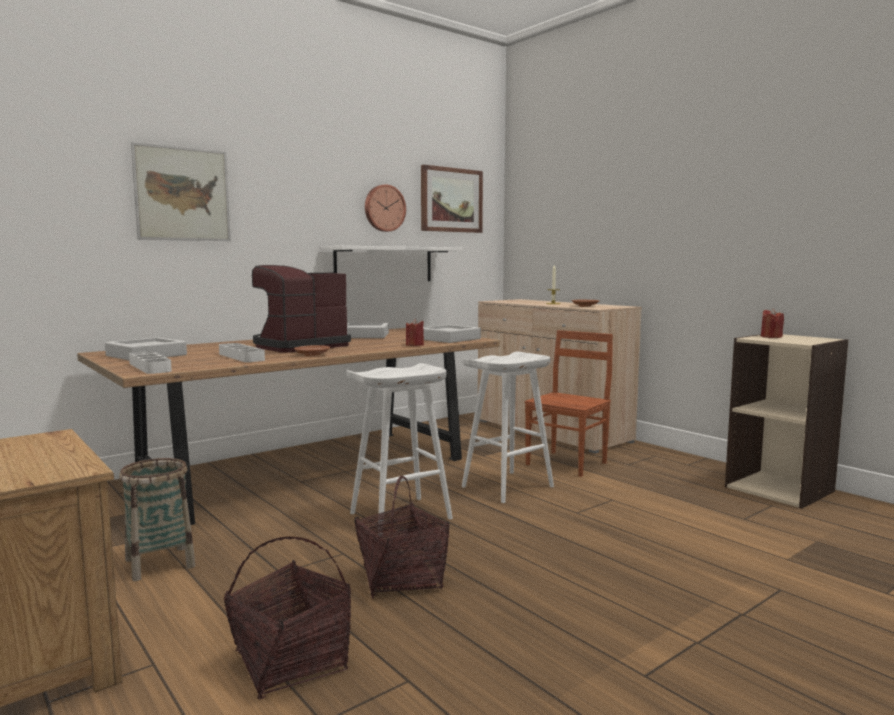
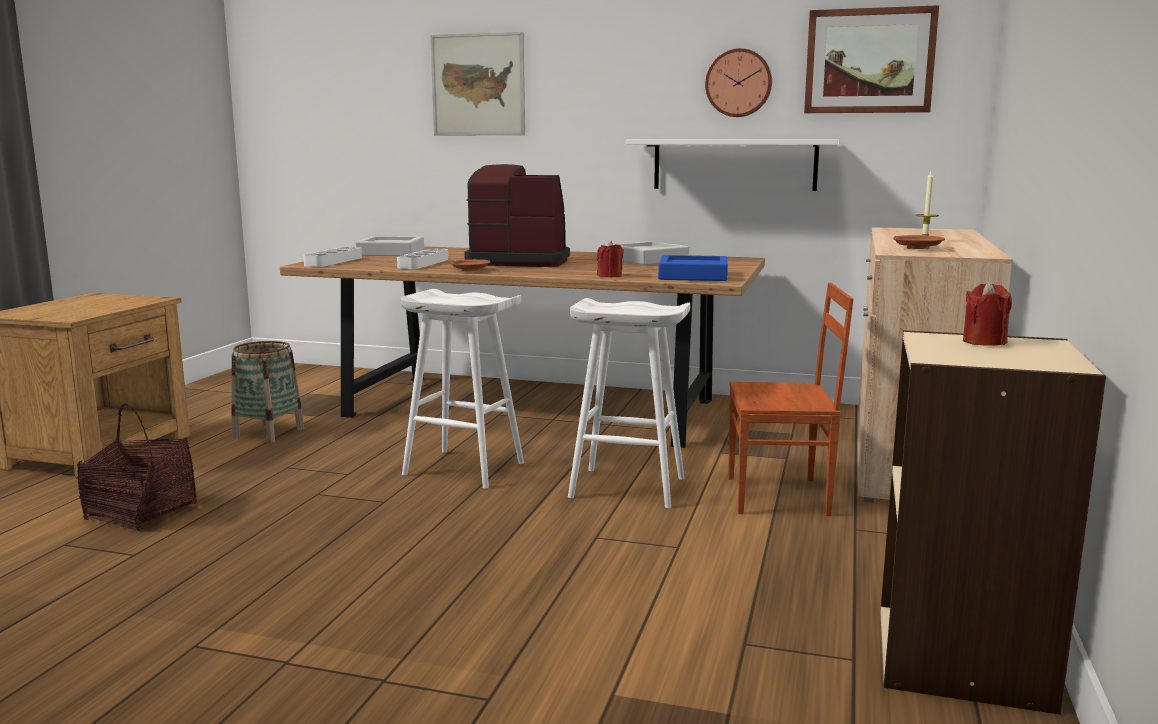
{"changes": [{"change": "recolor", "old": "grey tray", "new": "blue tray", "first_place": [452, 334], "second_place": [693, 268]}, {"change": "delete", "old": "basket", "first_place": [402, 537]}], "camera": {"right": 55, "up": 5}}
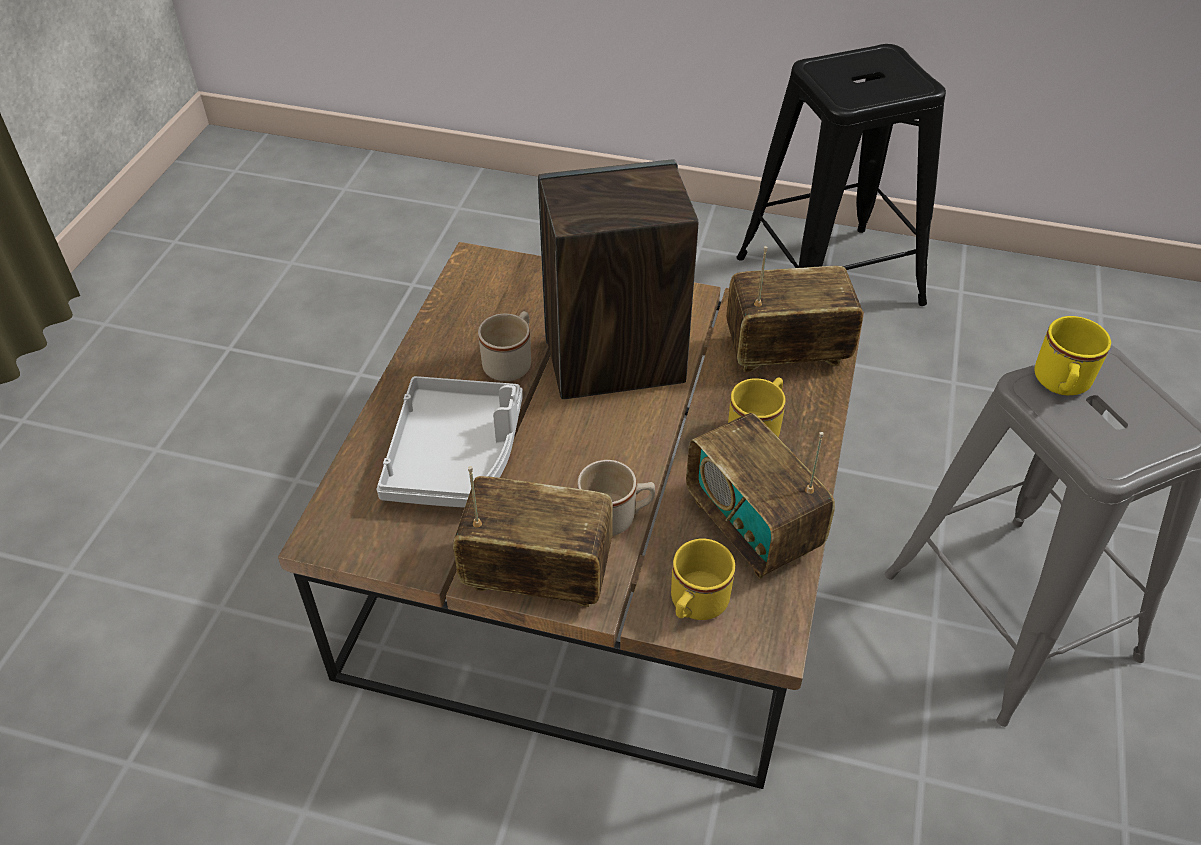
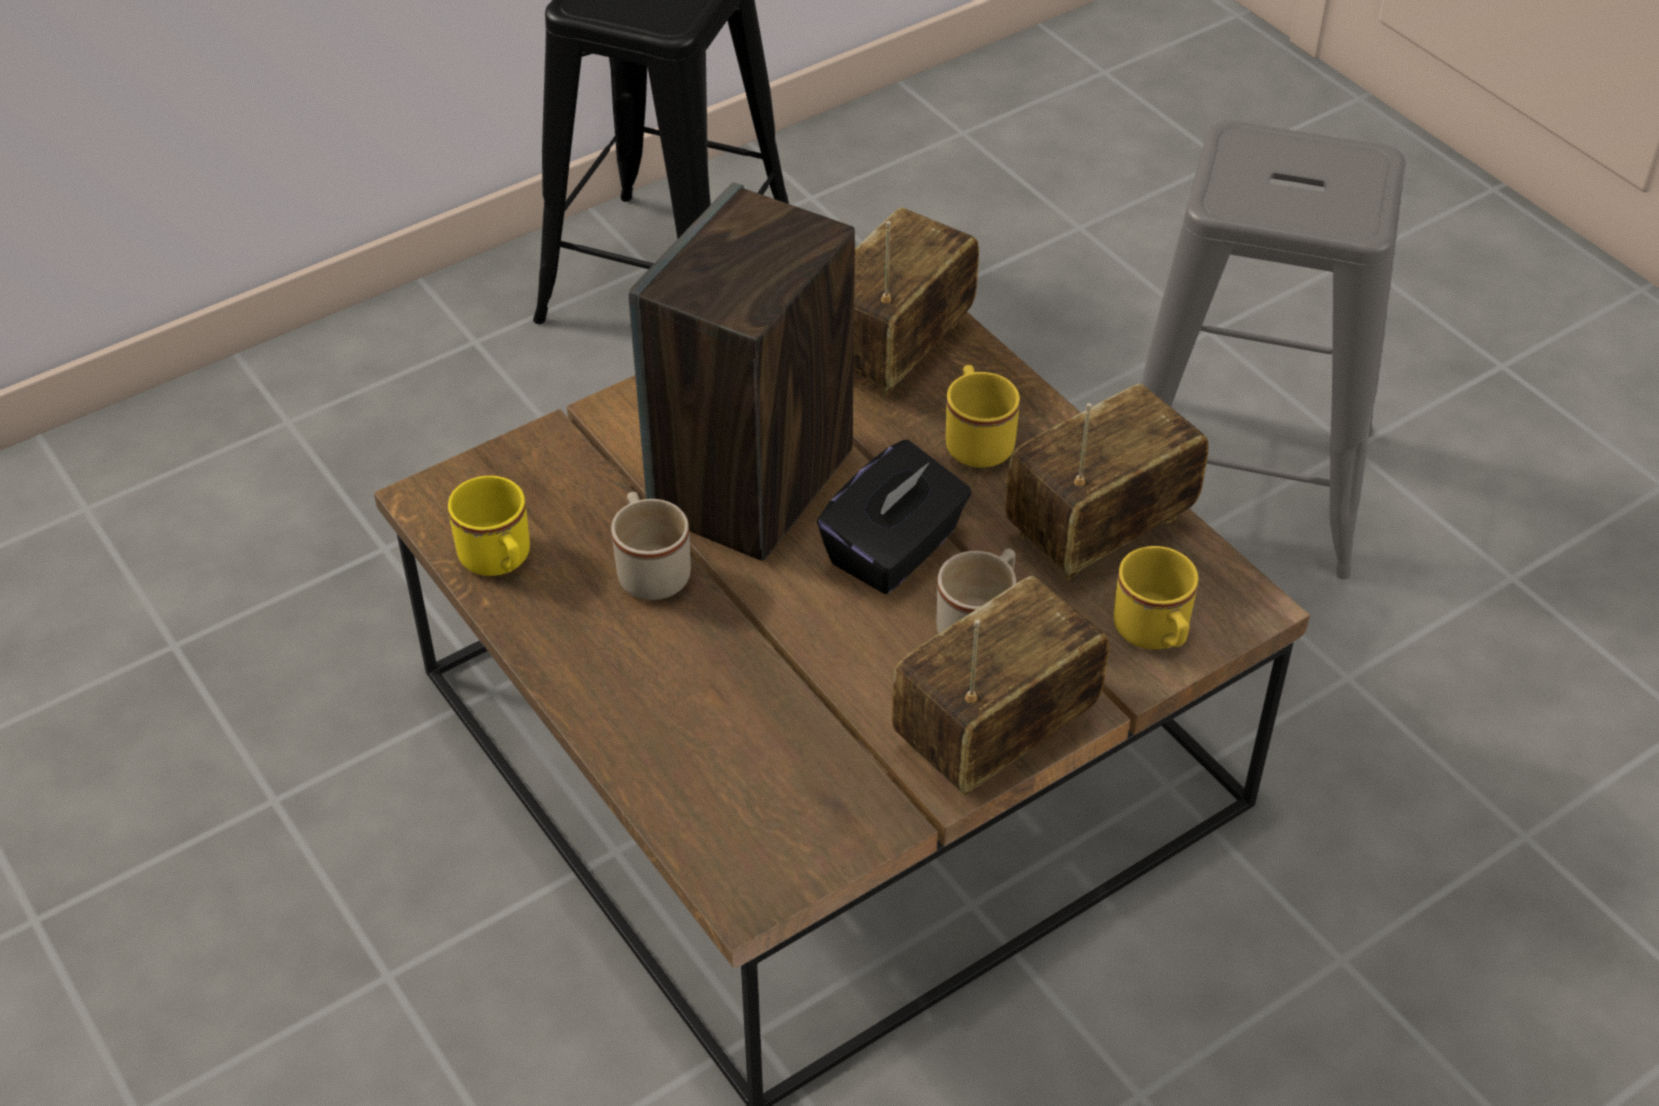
{"changes": [{"change": "move", "old": "yellow mug", "first_place": [1072, 355], "second_place": [489, 526]}, {"change": "insert", "new": "black tissue box", "second_place": [894, 517]}, {"change": "rotate", "old": "radio", "first_place": [760, 496], "second_place": [1106, 482], "degrees": 135}, {"change": "delete", "old": "grey tray", "first_place": [449, 442]}], "camera": {"right": -50, "up": 0}}
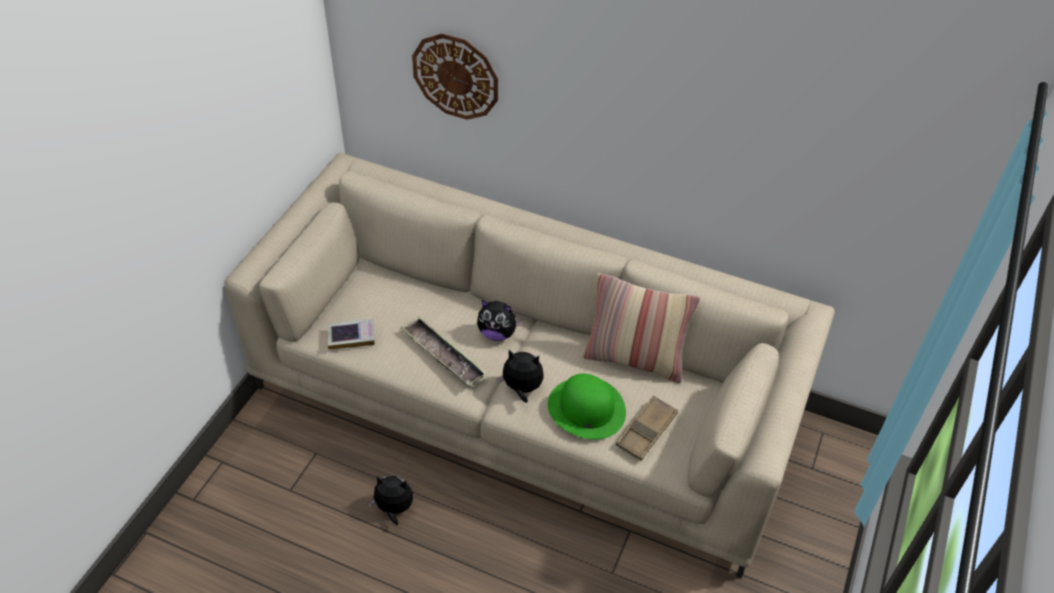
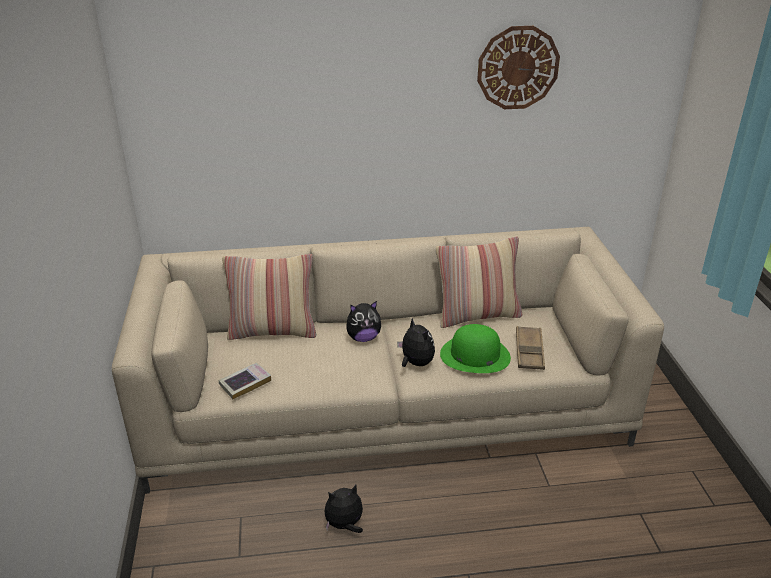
{"changes": [{"change": "insert", "new": "pillow", "second_place": [269, 297]}, {"change": "rotate", "old": "plush toy", "first_place": [519, 376], "second_place": [416, 342], "degrees": 75}, {"change": "move", "old": "wall clock", "first_place": [455, 76], "second_place": [518, 67]}, {"change": "delete", "old": "tray", "first_place": [444, 350]}], "camera": {"right": -30, "up": -15}}
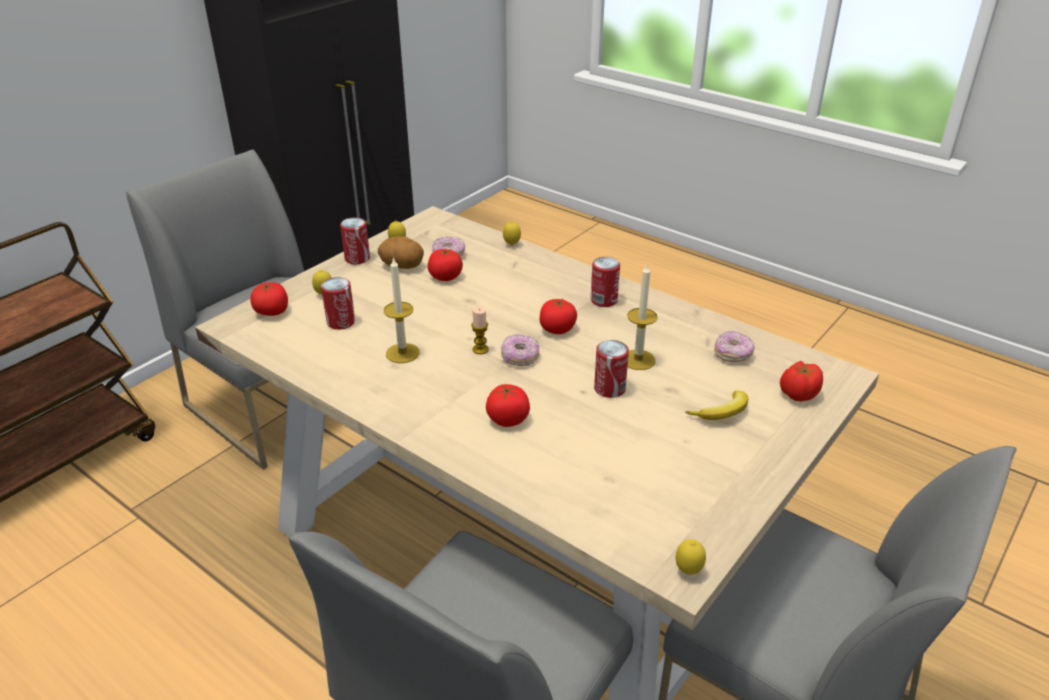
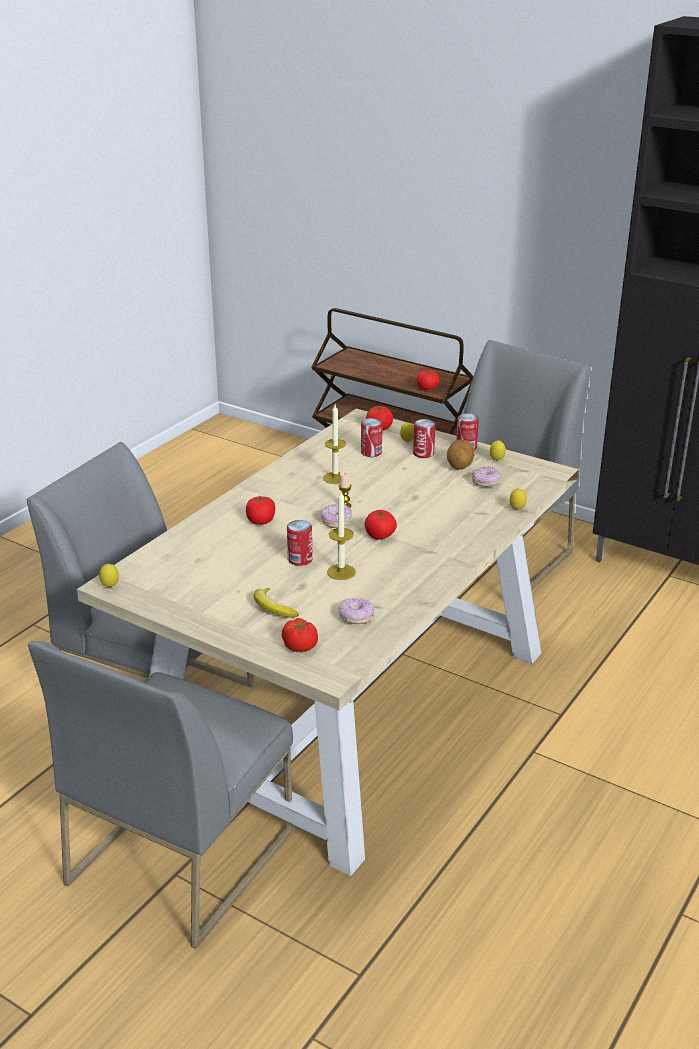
{"changes": [{"change": "move", "old": "can", "first_place": [605, 282], "second_place": [424, 438]}, {"change": "move", "old": "tomato", "first_place": [445, 265], "second_place": [427, 379]}], "camera": {"right": 85, "up": -5}}
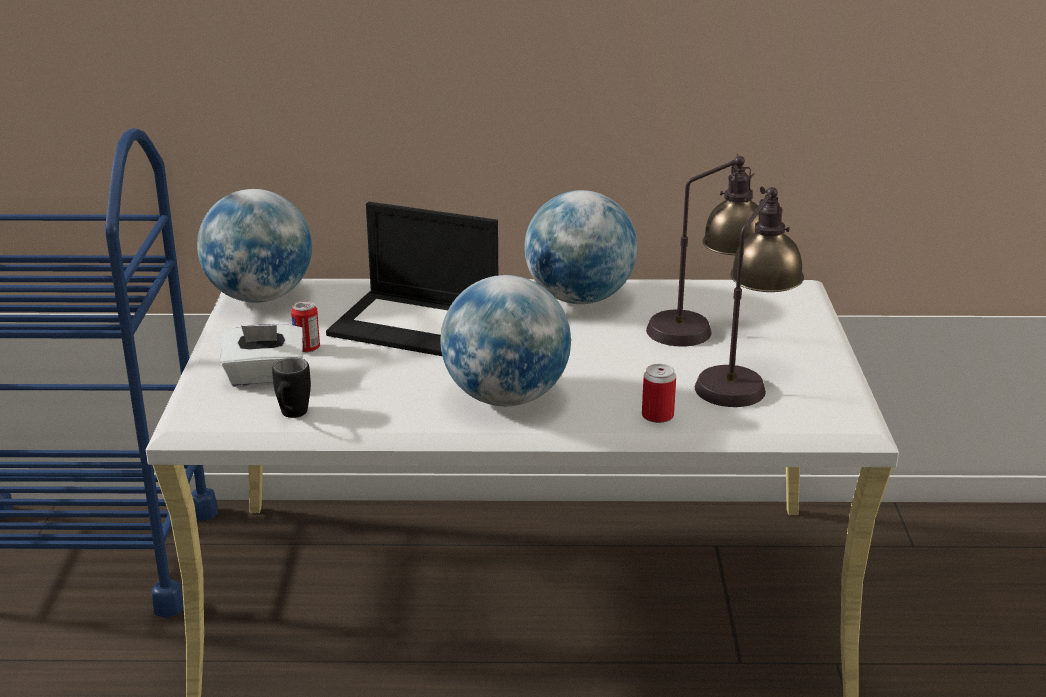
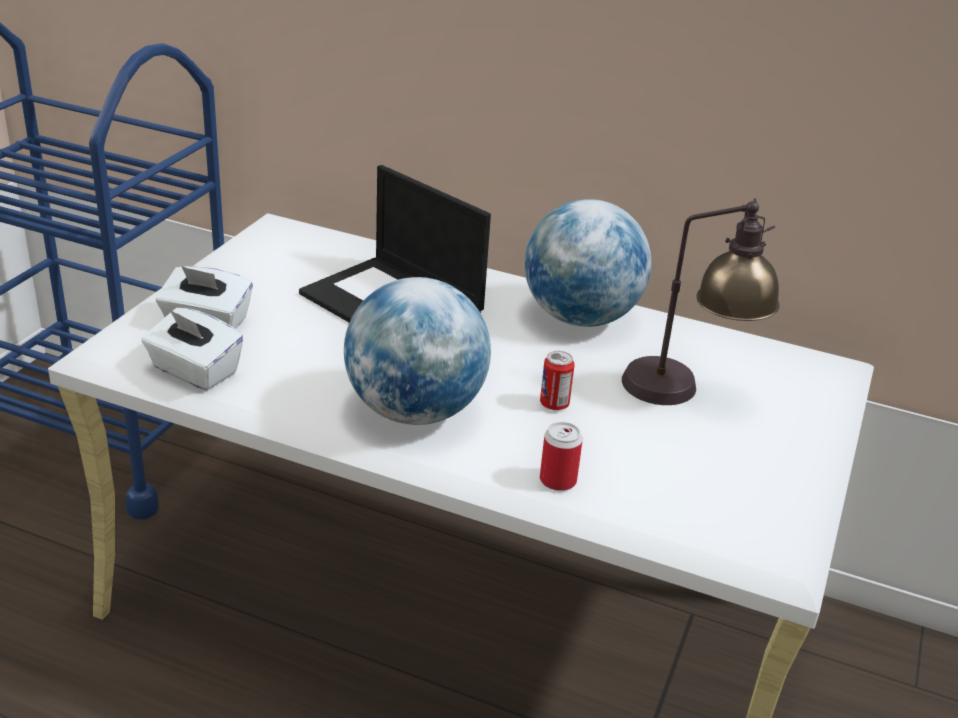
{"changes": [{"change": "replace", "old": "black mug", "new": "white tissue box", "first_place": [291, 387], "second_place": [192, 349]}, {"change": "move", "old": "can", "first_place": [305, 327], "second_place": [557, 380]}, {"change": "delete", "old": "globe", "first_place": [254, 246]}, {"change": "delete", "old": "table lamp", "first_place": [749, 296]}], "camera": {"right": 20, "up": 5}}
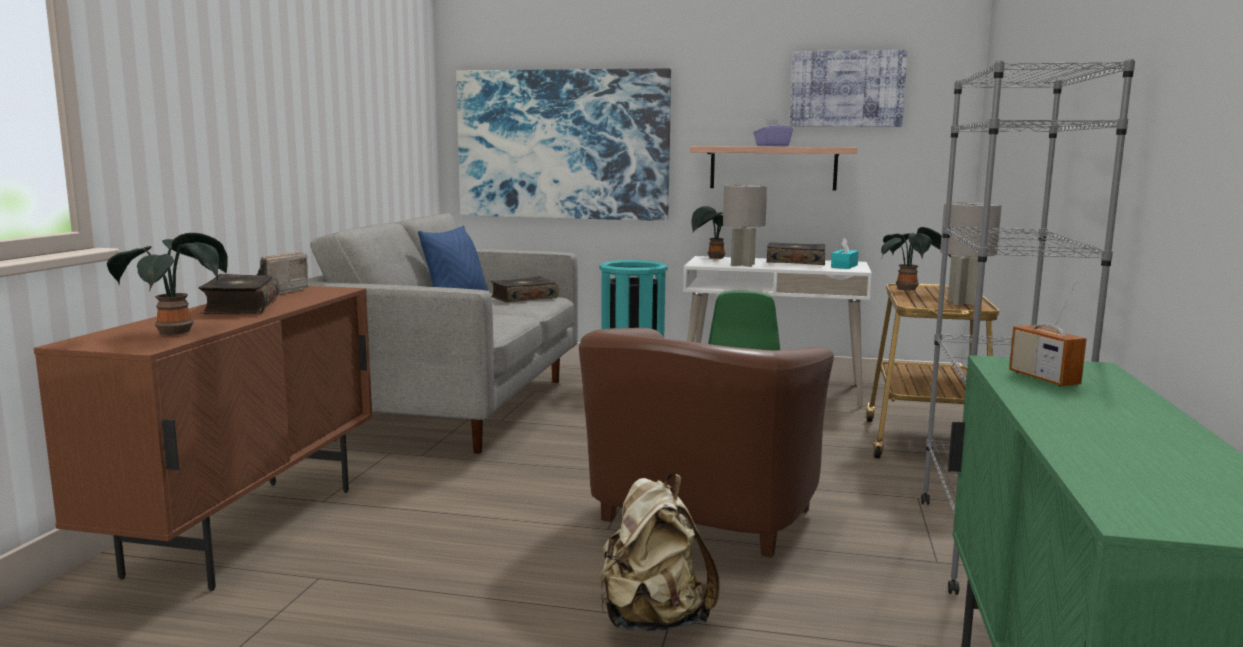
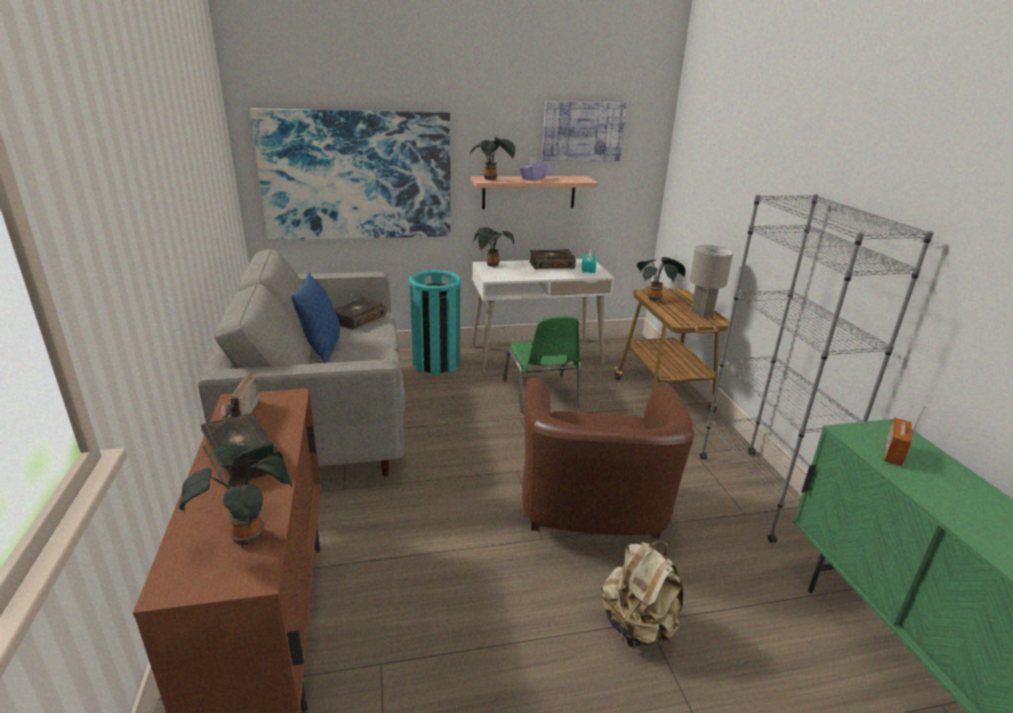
{"changes": [{"change": "insert", "new": "potted plant", "second_place": [492, 158]}, {"change": "rotate", "old": "radio", "first_place": [1048, 334], "second_place": [904, 436], "degrees": 75}, {"change": "delete", "old": "grey table lamp", "first_place": [745, 226]}], "camera": {"right": -25, "up": 15}}
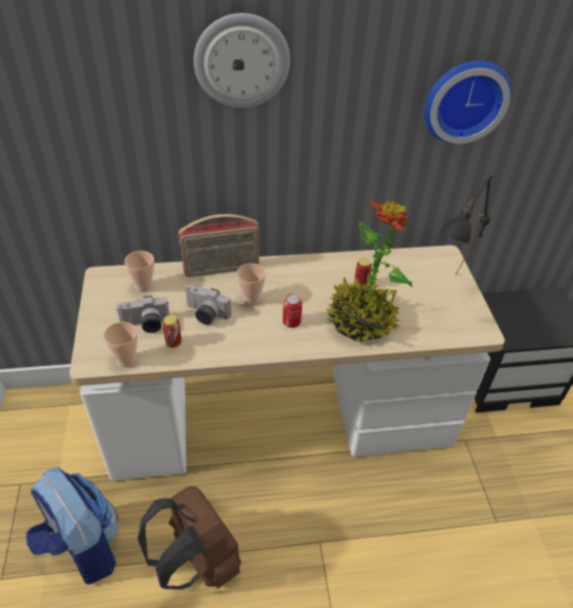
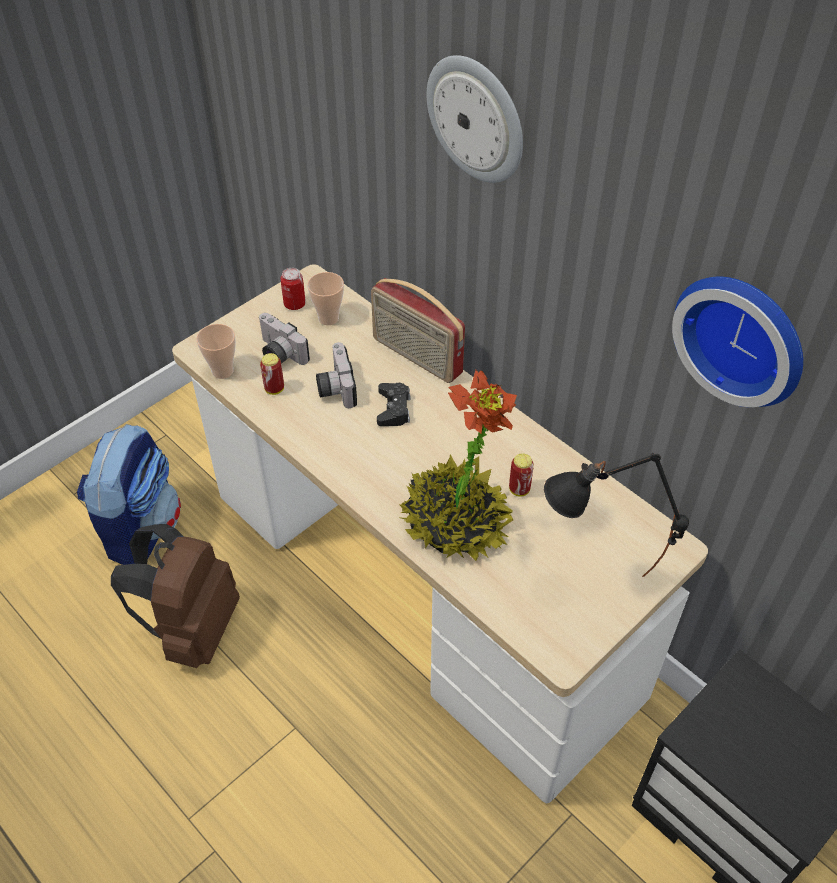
{"changes": [{"change": "move", "old": "can", "first_place": [292, 310], "second_place": [293, 289]}, {"change": "replace", "old": "cup", "new": "black game controller", "first_place": [251, 284], "second_place": [393, 404]}], "camera": {"right": 55, "up": 5}}
